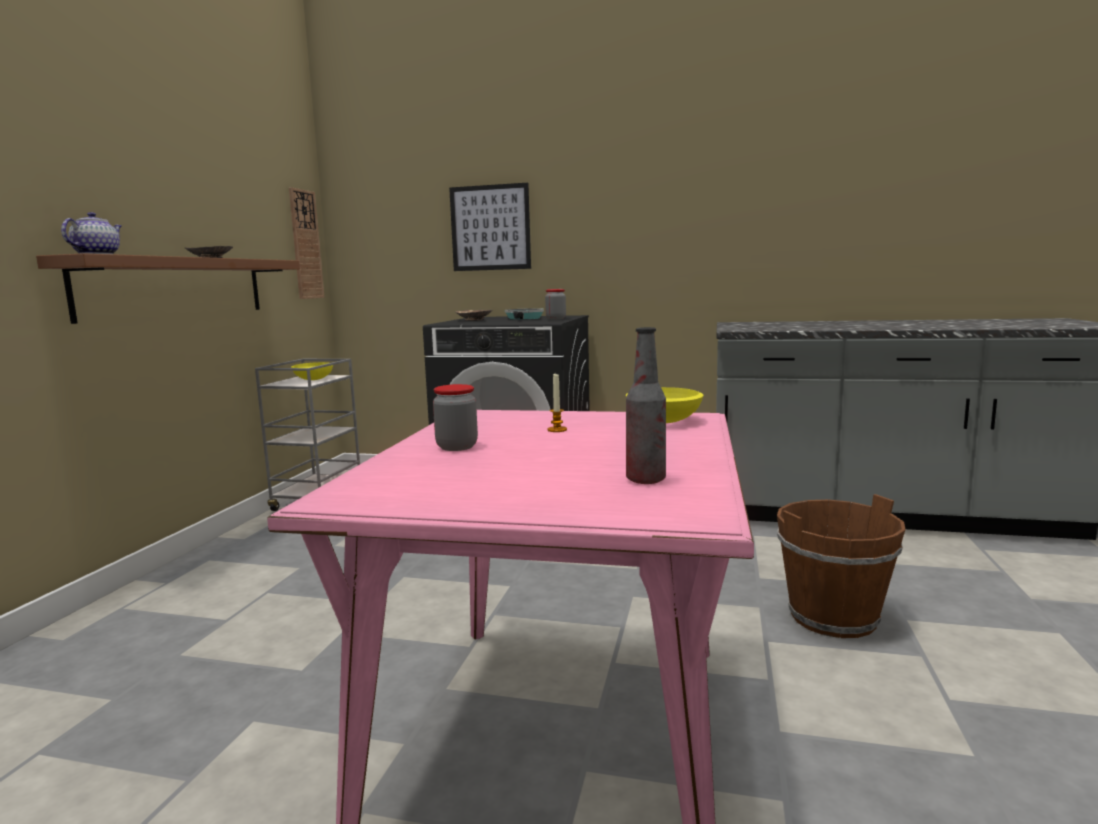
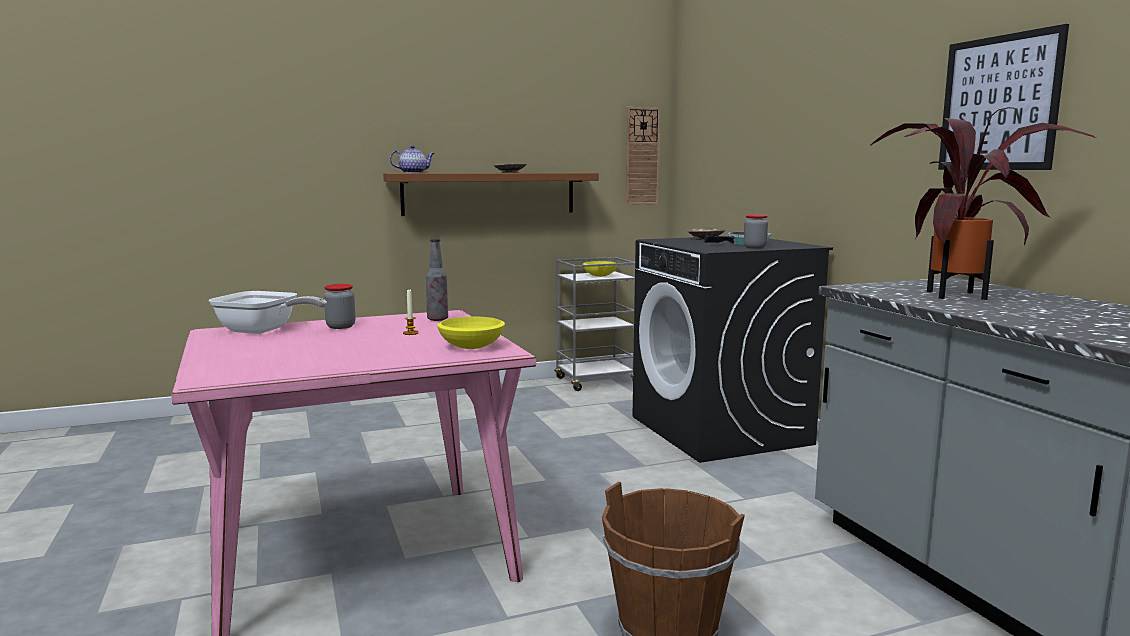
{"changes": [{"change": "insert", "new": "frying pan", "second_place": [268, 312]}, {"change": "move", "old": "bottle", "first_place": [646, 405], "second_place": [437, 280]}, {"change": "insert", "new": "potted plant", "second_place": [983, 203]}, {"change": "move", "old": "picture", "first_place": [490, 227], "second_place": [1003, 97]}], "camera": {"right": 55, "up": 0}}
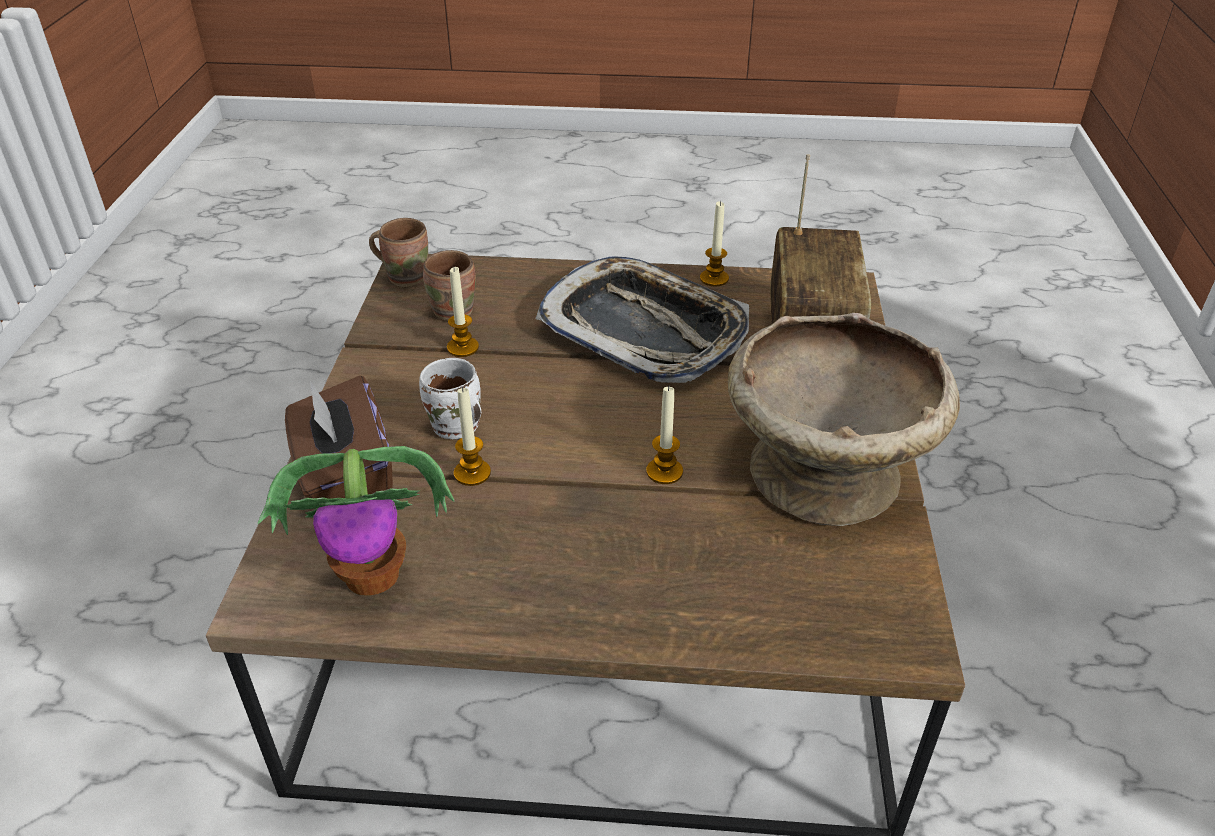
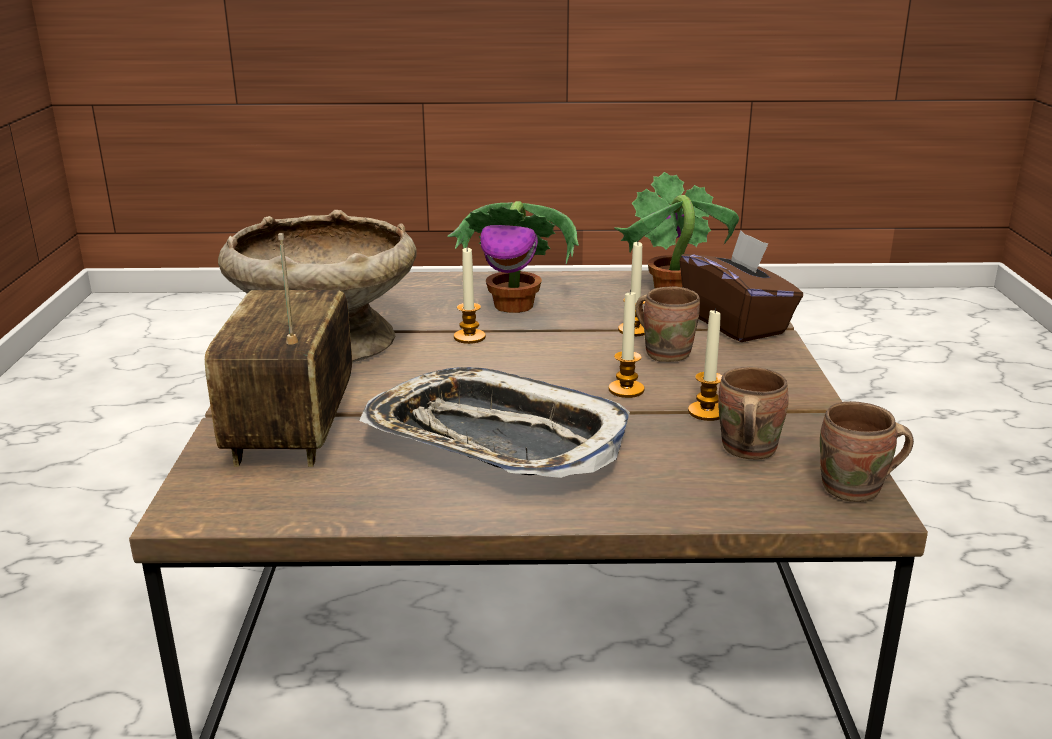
{"changes": [{"change": "insert", "new": "potted plant", "second_place": [513, 257]}, {"change": "move", "old": "candle", "first_place": [714, 244], "second_place": [627, 343]}, {"change": "recolor", "old": "white mug", "new": "brown mug", "first_place": [450, 398], "second_place": [668, 324]}], "camera": {"right": 175, "up": -15}}
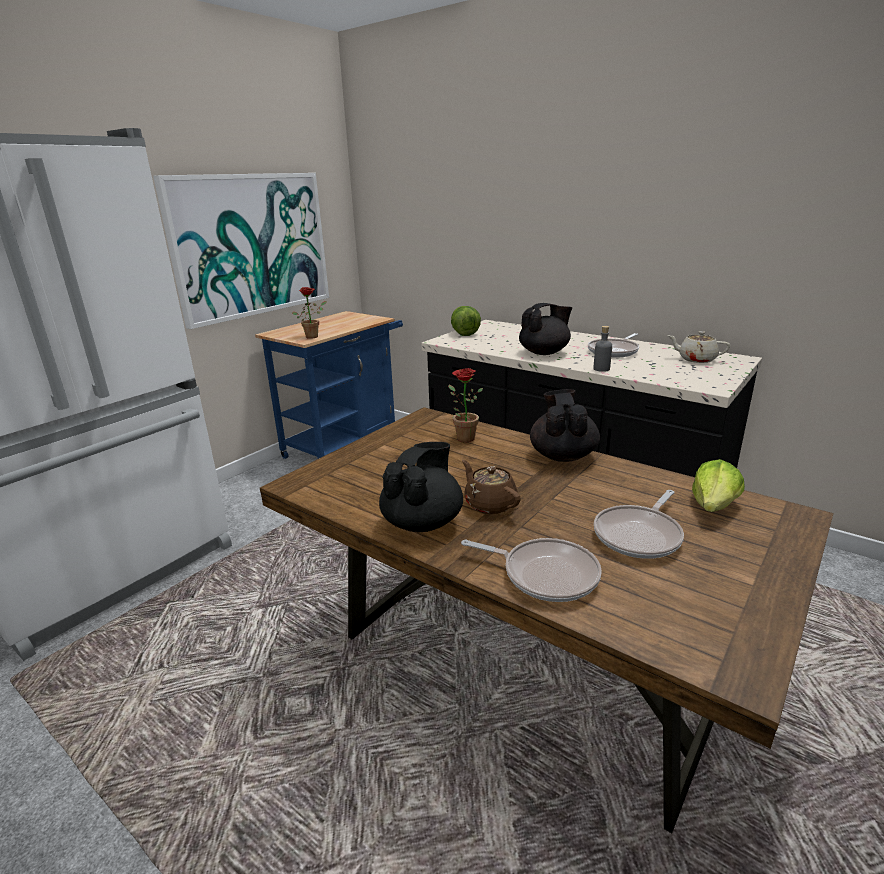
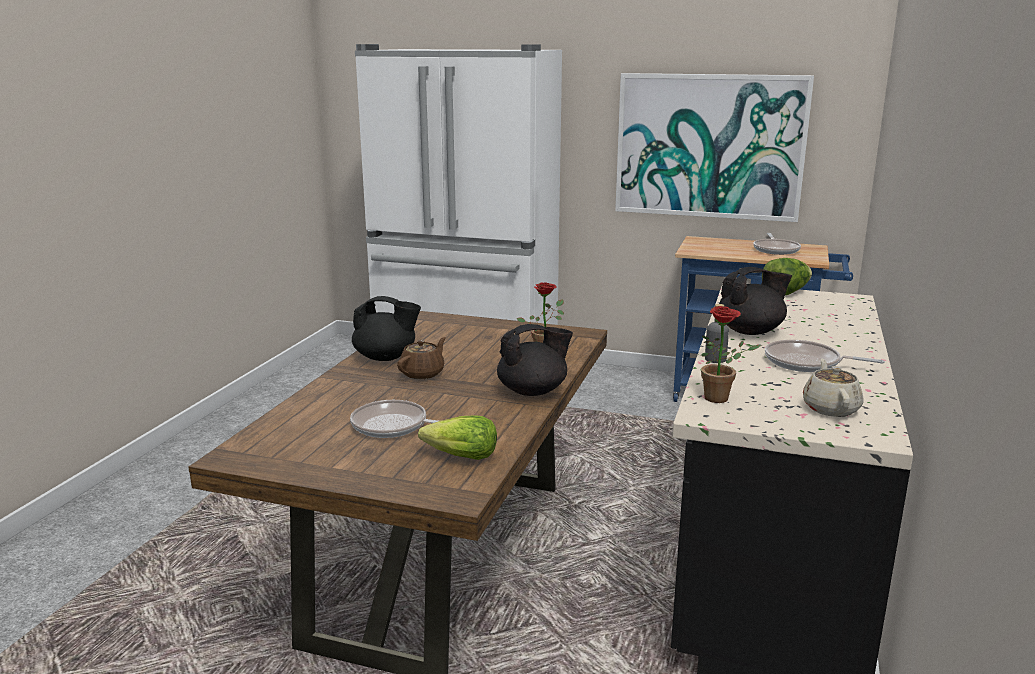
{"changes": [{"change": "move", "old": "potted plant", "first_place": [309, 313], "second_place": [731, 354]}, {"change": "rotate", "old": "black teapot", "first_place": [545, 329], "second_place": [755, 301], "degrees": -60}, {"change": "move", "old": "frying pan", "first_place": [531, 570], "second_place": [777, 244]}], "camera": {"right": 70, "up": -5}}
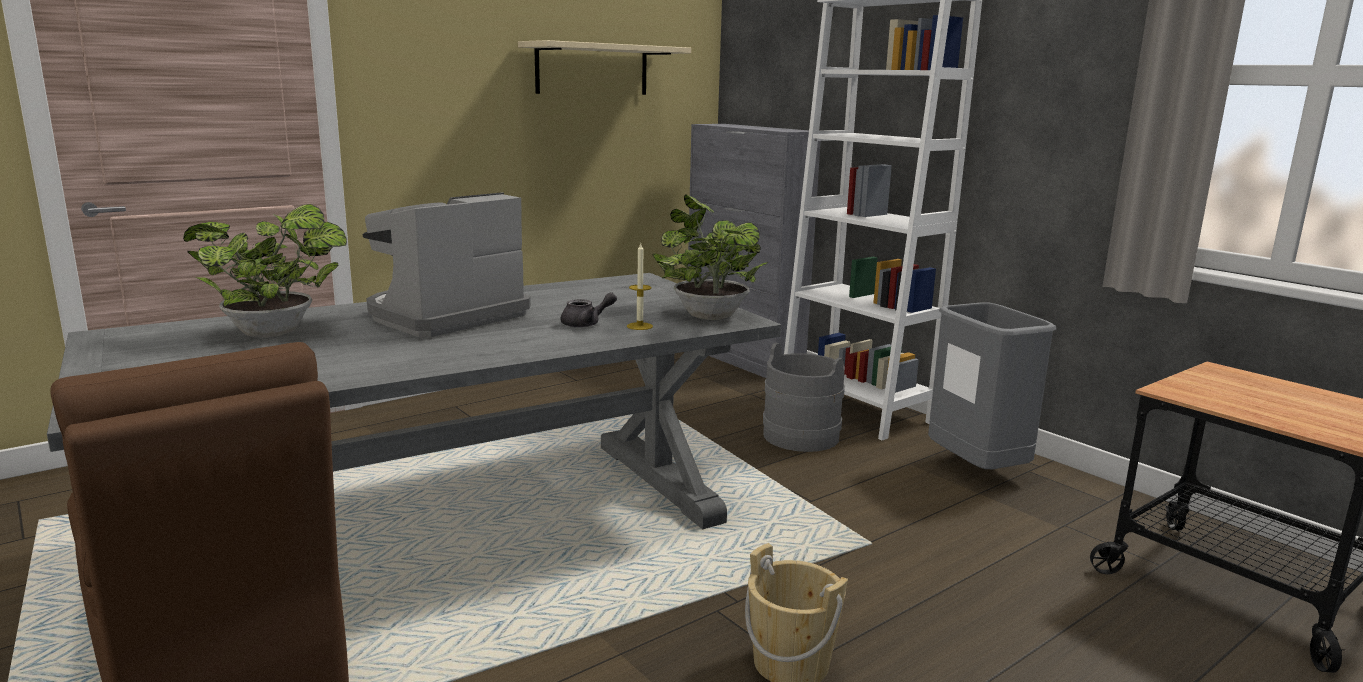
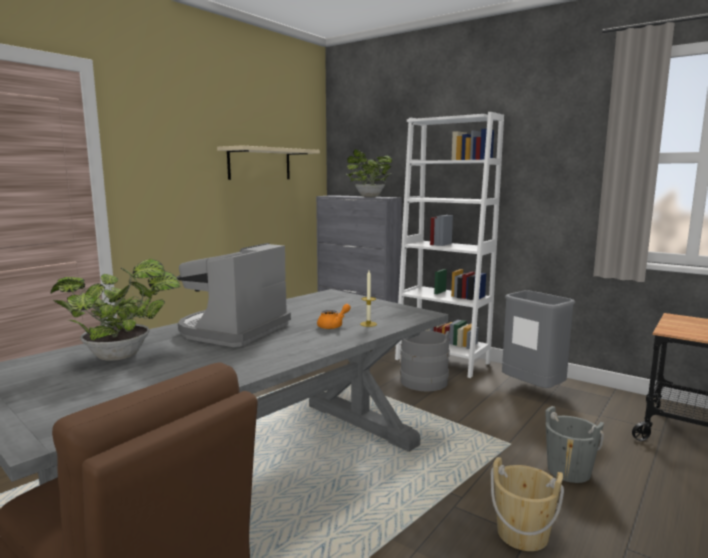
{"changes": [{"change": "recolor", "old": "grey teapot", "new": "orange teapot", "first_place": [589, 310], "second_place": [334, 316]}, {"change": "move", "old": "potted plant", "first_place": [710, 257], "second_place": [368, 173]}, {"change": "insert", "new": "grey bucket", "second_place": [574, 444]}], "camera": {"right": -15, "up": -5}}
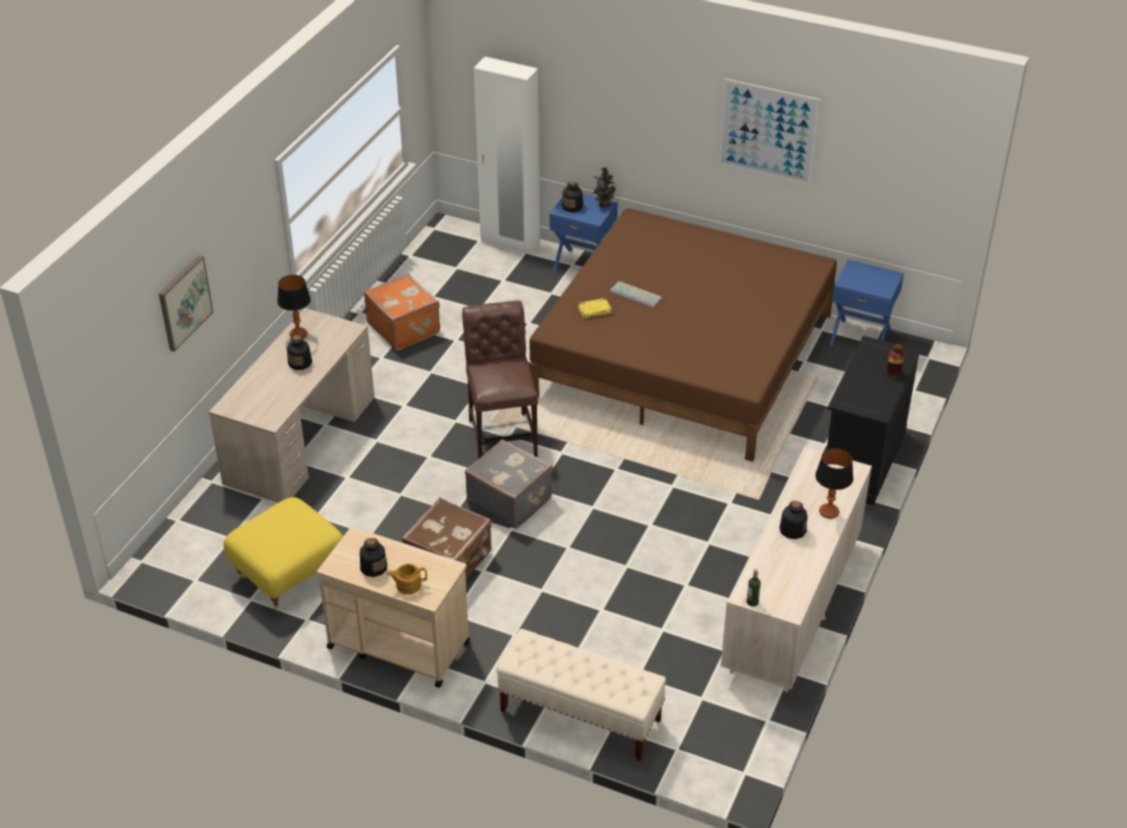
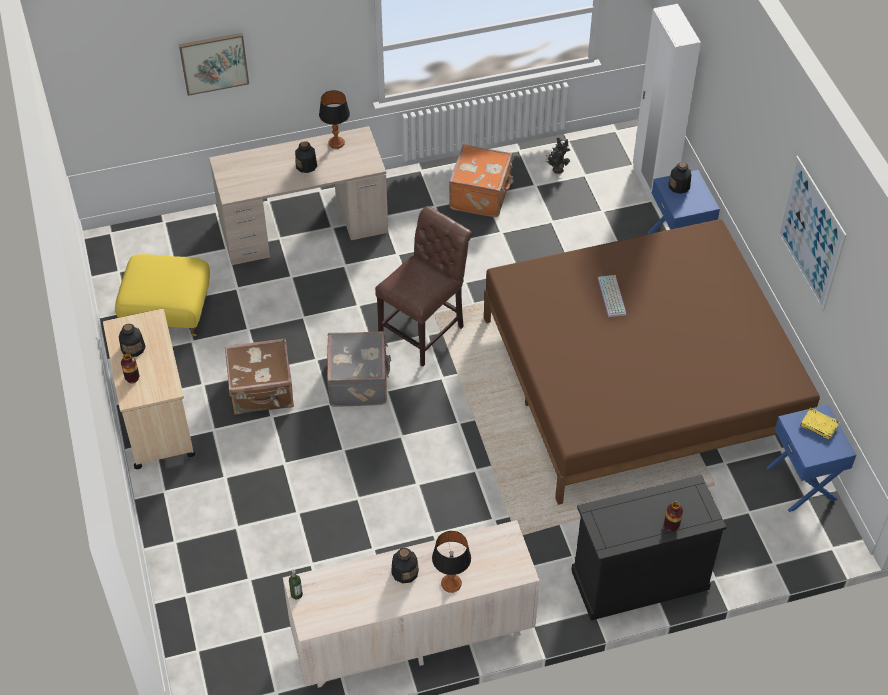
{"changes": [{"change": "replace", "old": "teapot", "new": "vase", "first_place": [407, 579], "second_place": [130, 368]}, {"change": "move", "old": "potted plant", "first_place": [604, 187], "second_place": [558, 156]}, {"change": "move", "old": "yellow book", "first_place": [595, 308], "second_place": [820, 424]}, {"change": "delete", "old": "beige bench", "first_place": [581, 695]}], "camera": {"right": 50, "up": 10}}
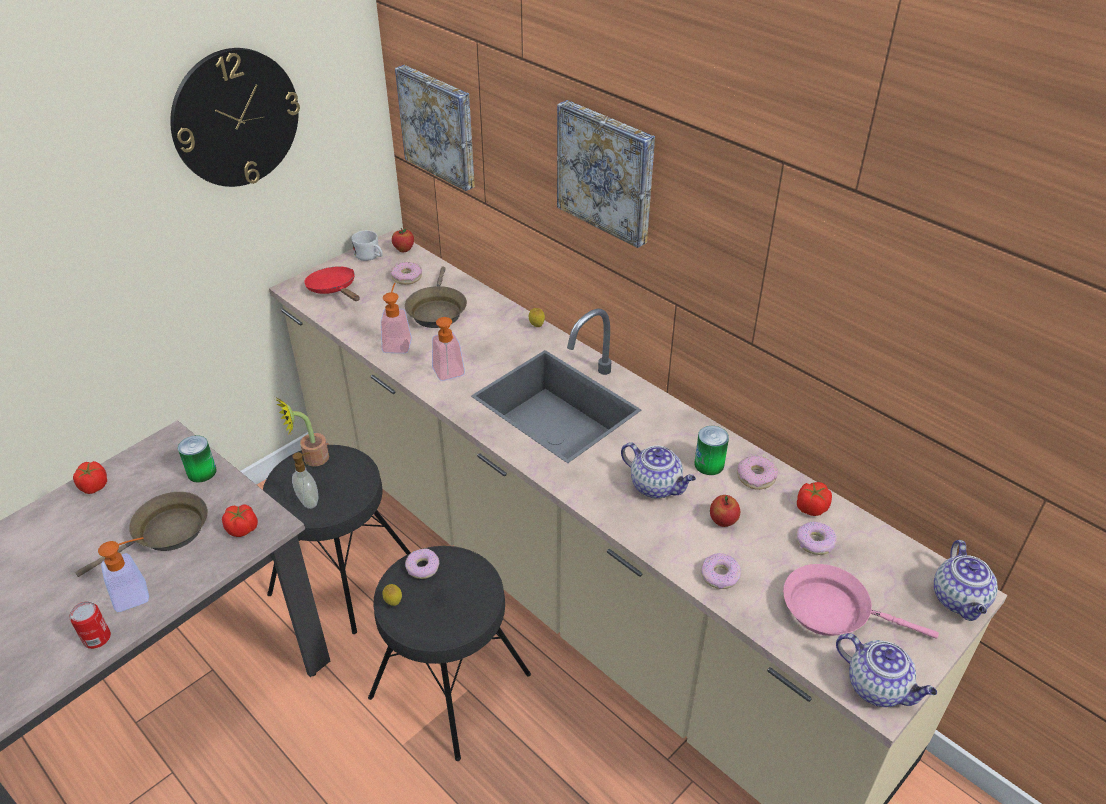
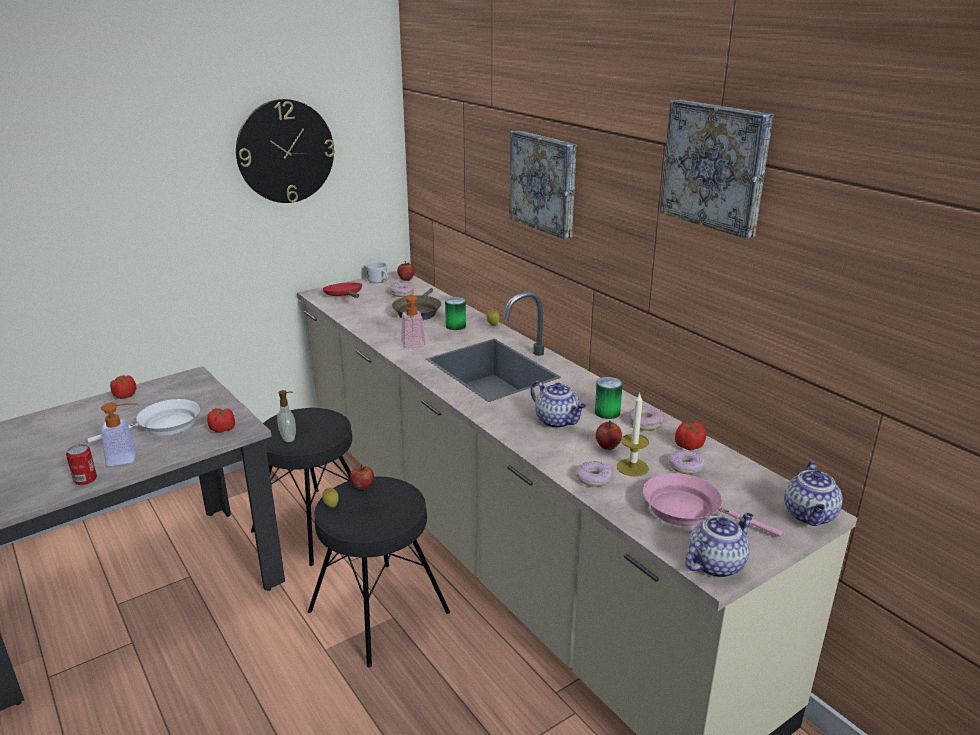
{"changes": [{"change": "recolor", "old": "brown frying pan", "new": "white frying pan", "first_place": [141, 534], "second_place": [143, 421]}, {"change": "replace", "old": "donut", "new": "apple", "first_place": [422, 563], "second_place": [362, 477]}, {"change": "move", "old": "can", "first_place": [197, 459], "second_place": [455, 313]}, {"change": "insert", "new": "candle", "second_place": [633, 434]}, {"change": "move", "old": "picture", "first_place": [435, 128], "second_place": [717, 169]}, {"change": "rotate", "old": "teapot", "first_place": [886, 670], "second_place": [719, 545], "degrees": -90}, {"change": "delete", "old": "potted plant", "first_place": [303, 432]}, {"change": "delete", "old": "soap dispenser", "first_place": [396, 318]}], "camera": {"right": 10, "up": -15}}
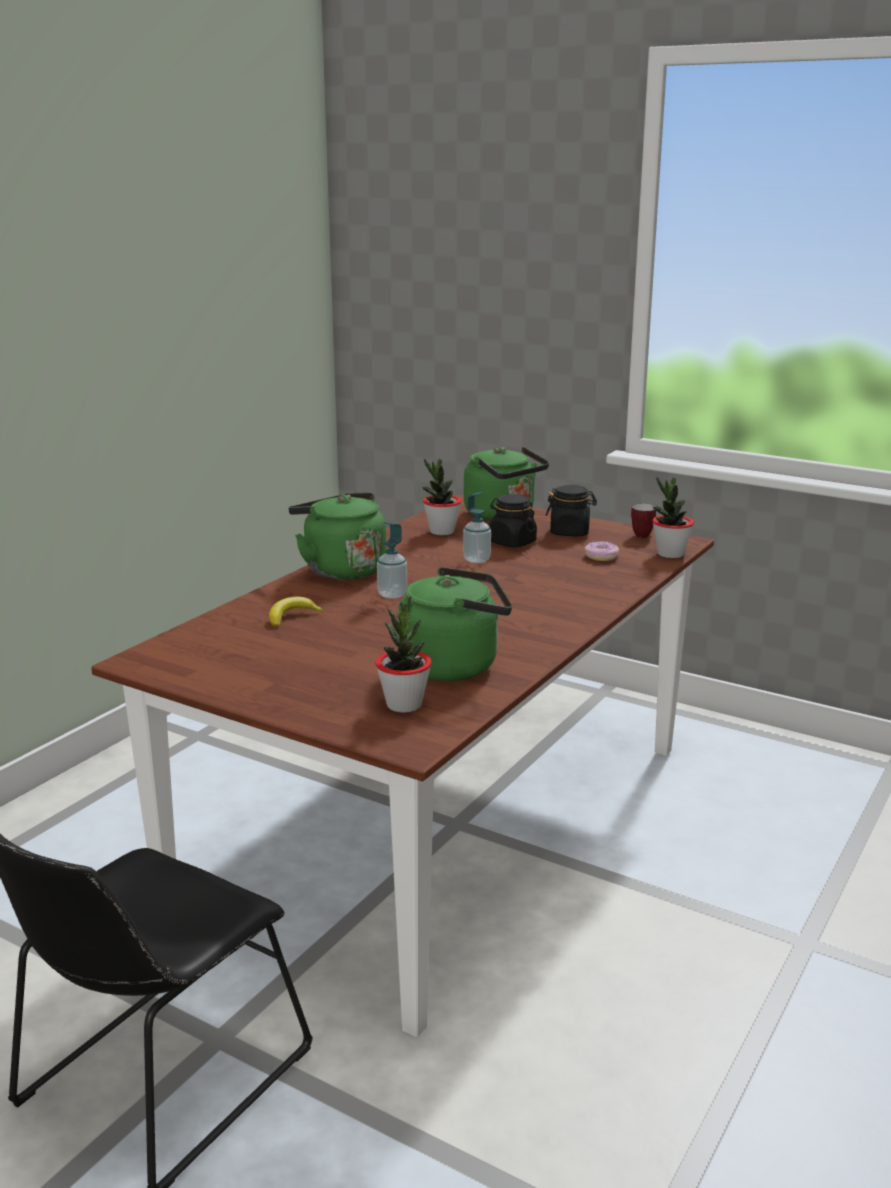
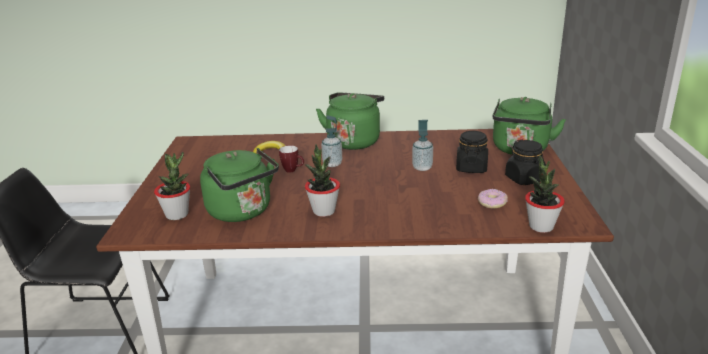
{"changes": [{"change": "move", "old": "mug", "first_place": [643, 521], "second_place": [291, 159]}, {"change": "move", "old": "potted plant", "first_place": [442, 497], "second_place": [322, 181]}], "camera": {"right": 60, "up": 5}}
